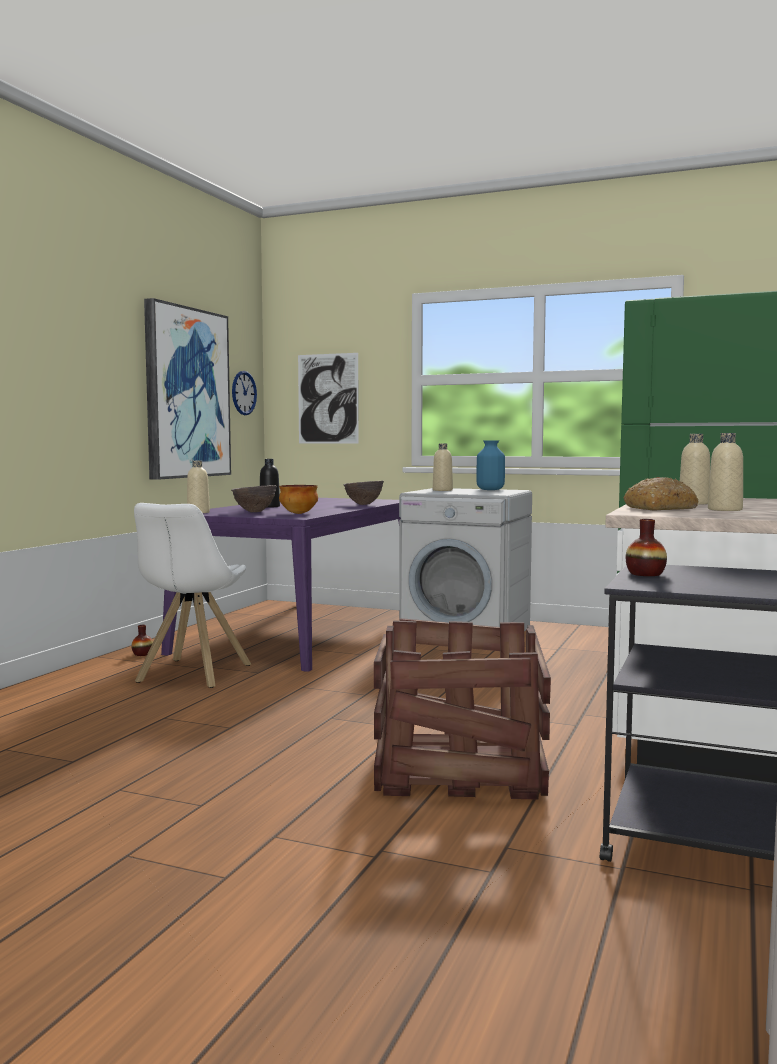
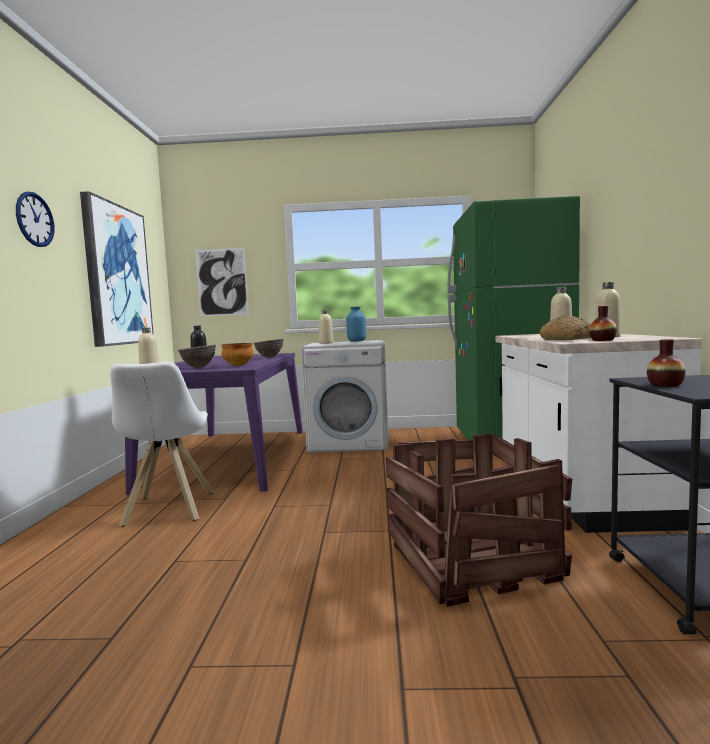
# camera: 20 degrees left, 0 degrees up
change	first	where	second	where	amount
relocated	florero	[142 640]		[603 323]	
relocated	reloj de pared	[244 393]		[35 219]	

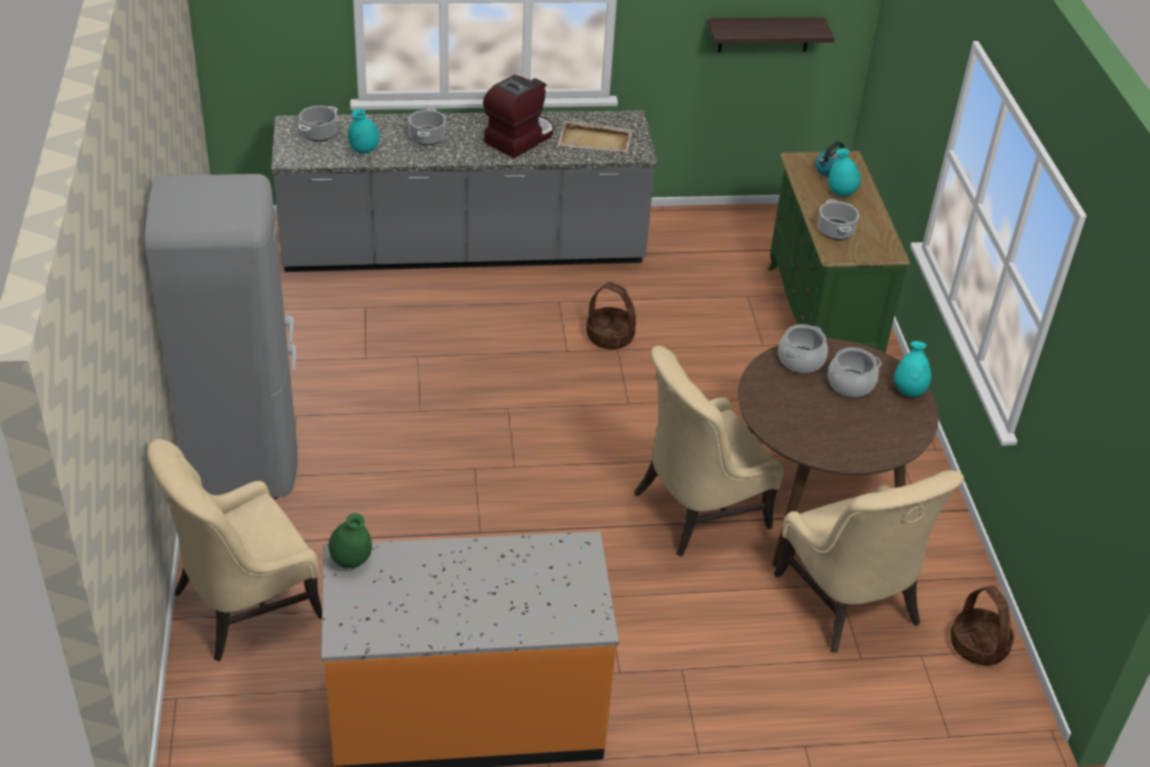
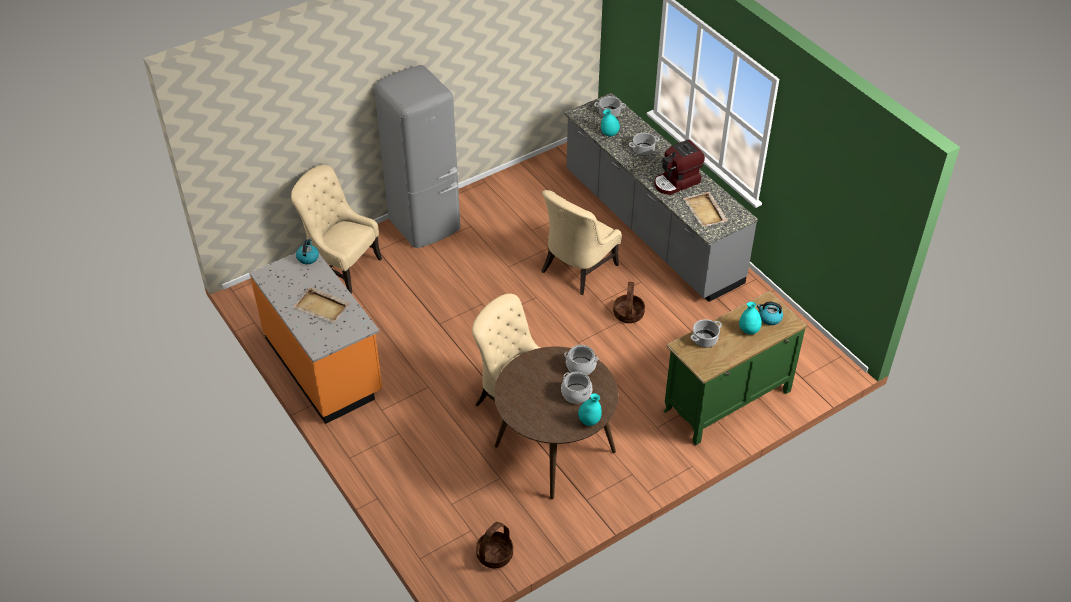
# camera: 65 degrees right, 5 degrees up
change	first	where	second	where	amount
exchanged	florero [verde]	[350 540]	hervidor	[307 251]	
spun	cafetera	[518 116]		[679 167]	135 degrees clockwise
missing	estante	[771 34]			
relocated	silla [beis]	[869 561]		[581 242]	
appeared			bandeja [beis]	[321 305]	

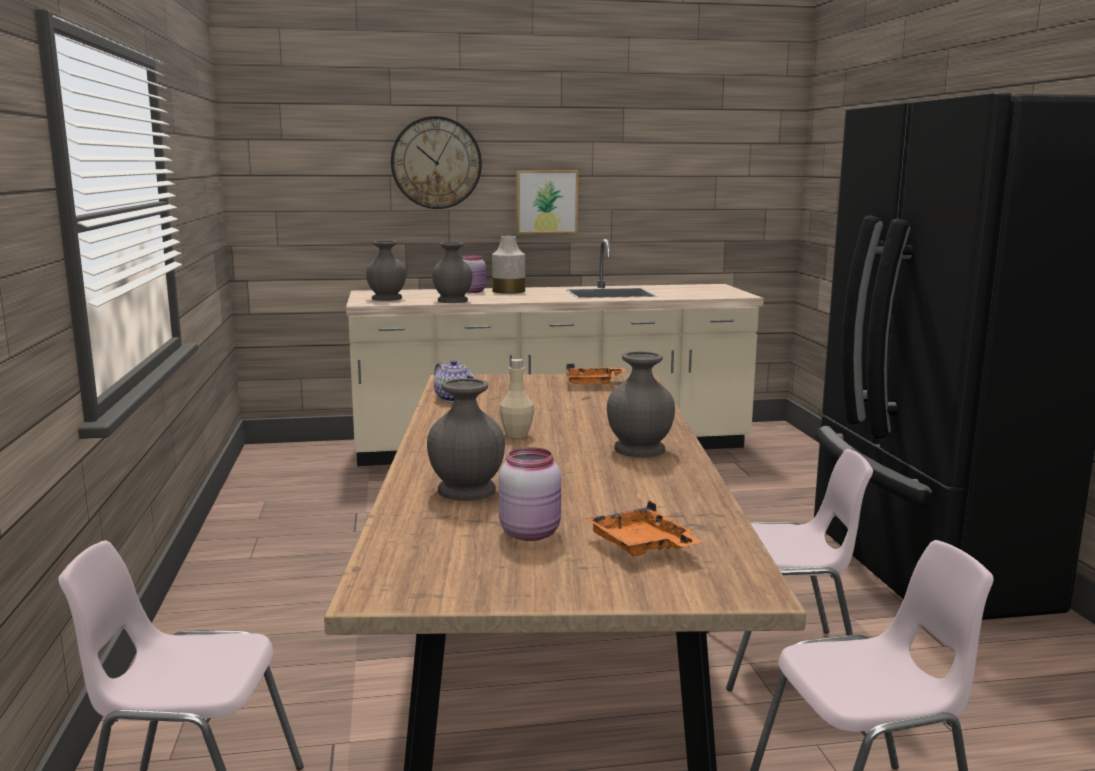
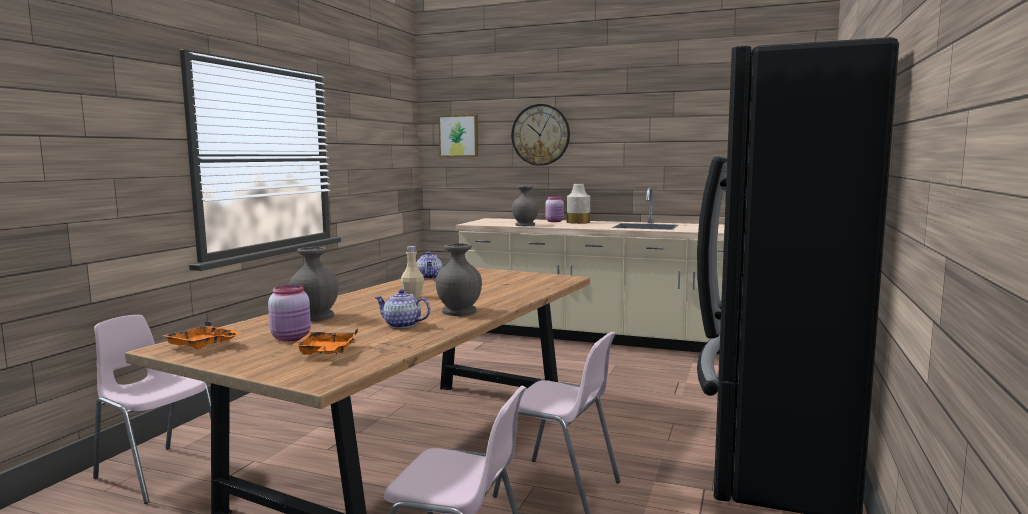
# camera: 30 degrees right, 5 degrees down
change	first	where	second	where	amount
missing	florero [gris]	[386 270]			
relocated	cuadro	[547 202]		[458 136]	
relocated	bandeja [naranja]	[596 374]		[202 335]	
appeared			tetera	[402 308]	

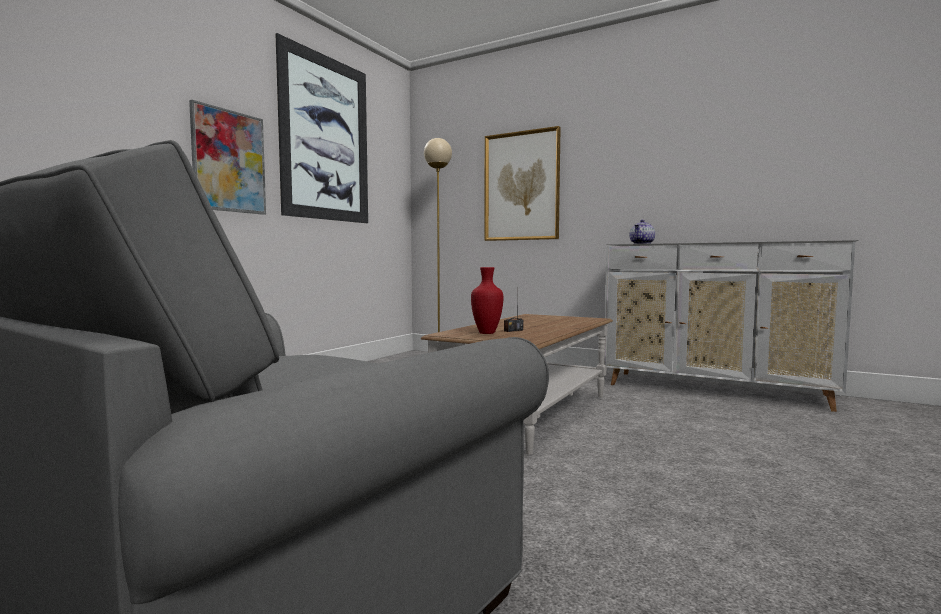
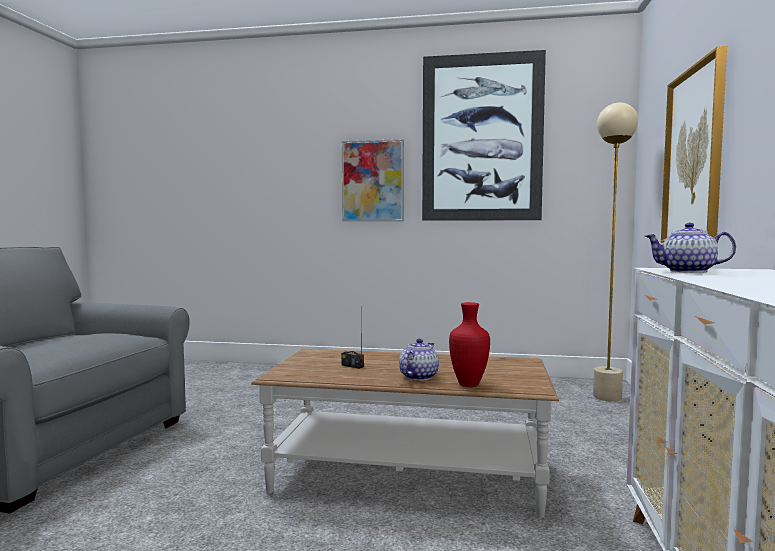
# camera: 70 degrees right, 0 degrees up
change	first	where	second	where	amount
relocated	florero [rojo]	[487 300]		[469 344]	
appeared			tetera	[419 359]	

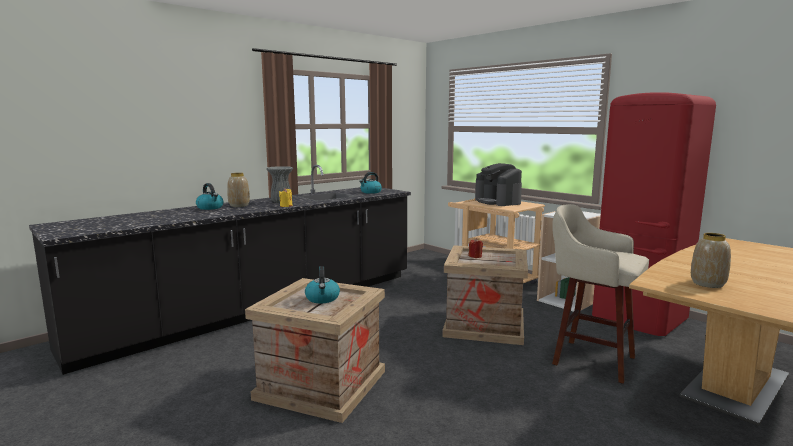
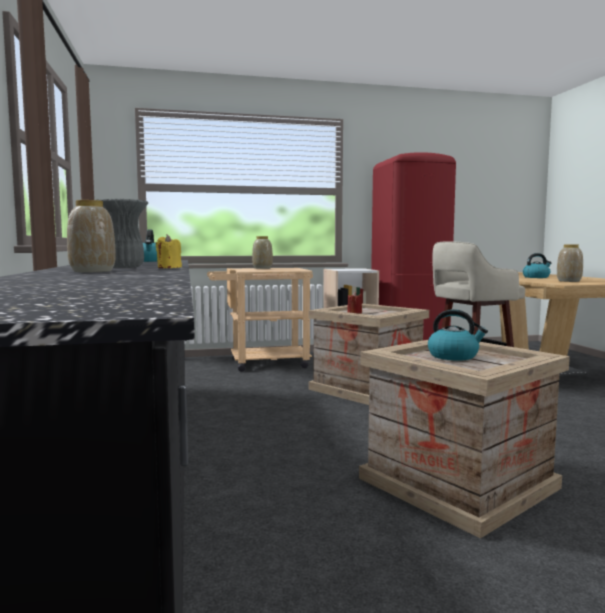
# camera: 60 degrees left, 5 degrees down
change	first	where	second	where	amount
relocated	hervidor	[209 196]		[537 265]	
exchanged	cafetera	[498 184]	florero	[262 252]	

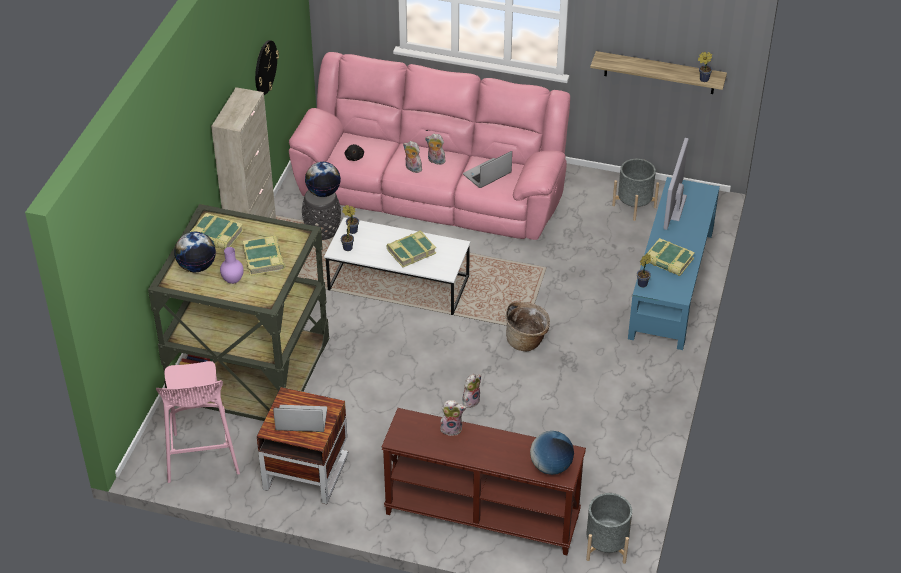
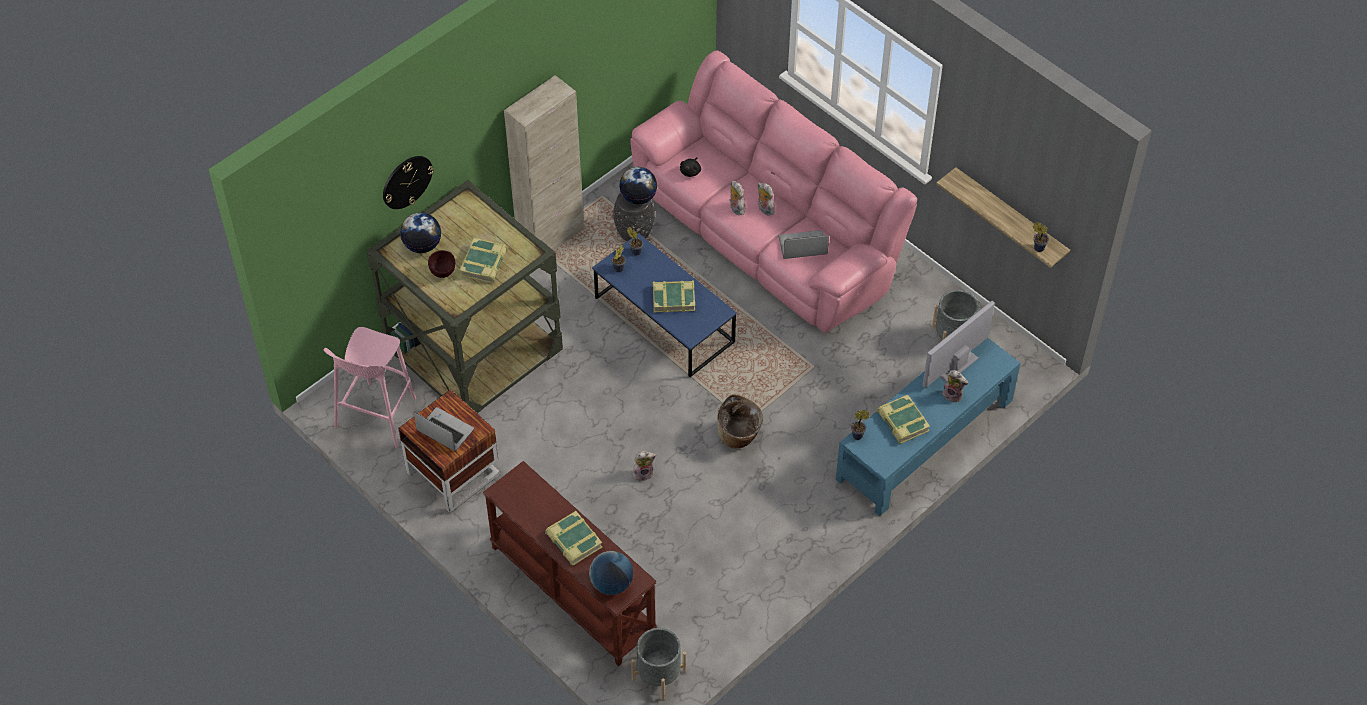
# camera: 30 degrees right, 10 degrees up
change	first	where	second	where	amount
relocated	libro	[217 231]		[574 538]	
exchanged	florero [morado]	[232 265]	cuenco [marrón]	[441 264]	
relocated	reloj de pared	[267 67]		[408 182]	
colour	mesa de centro [blanco]	[397 266]	mesa de centro [azul]	[664 305]	
relocated	peluche	[453 418]		[955 386]	

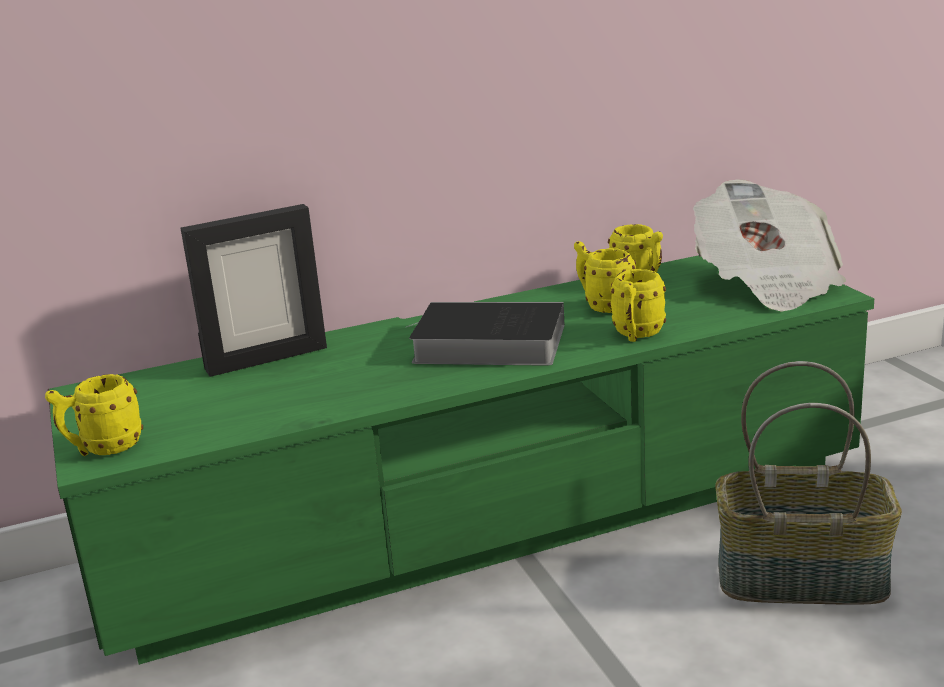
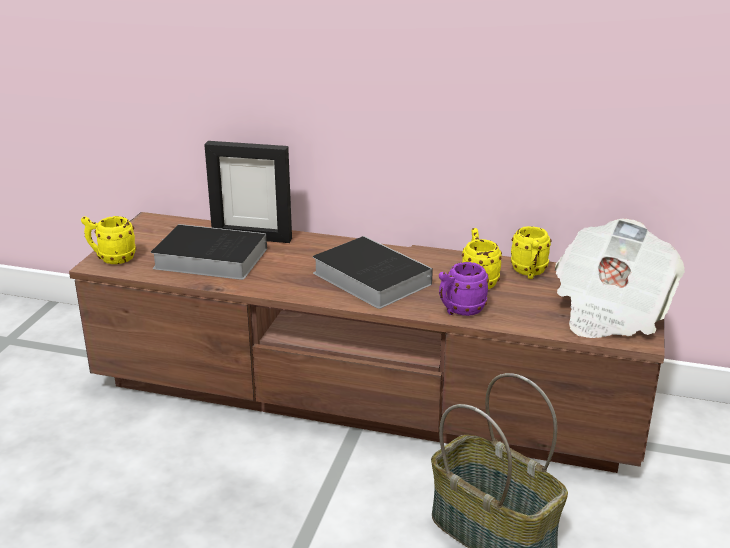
# camera: 35 degrees right, 5 degrees up
change	first	where	second	where	amount
colour	mueble de televisión [verde]	[461 460]	mueble de televisión [marrón]	[367 342]	
colour	taza grande [amarillo]	[638 305]	taza grande [morado]	[464 289]	
appeared			libro	[209 252]	

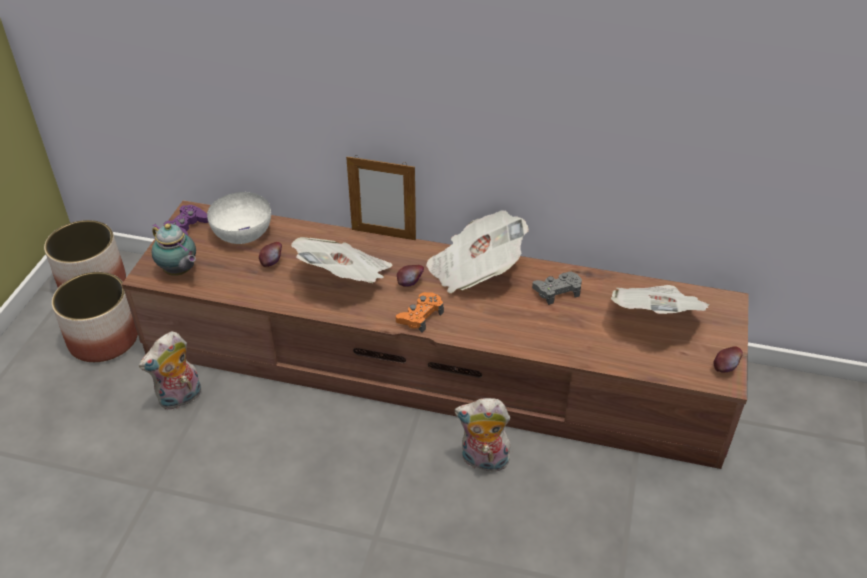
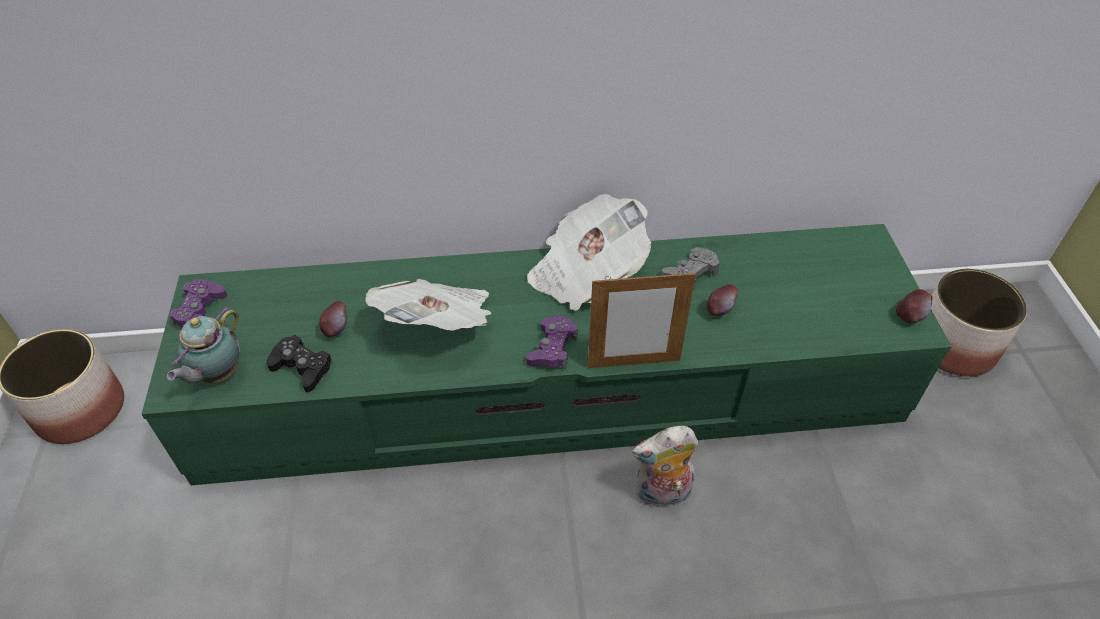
# camera: 20 degrees left, 5 degrees up
change	first	where	second	where	amount
relocated	maceta	[95 317]		[979 323]	
colour	mueble de televisión [marrón]	[435 334]	mueble de televisión [verde]	[546 354]	
missing	peluche	[170 370]			
spun	tetera	[173 249]		[203 344]	90 degrees clockwise
missing	cuenco [blanco]	[239 218]			
relocated	portarretratos	[381 197]		[642 319]	
colour	mando de consola [naranja]	[420 312]	mando de consola [morado]	[552 343]	
relocated	manzana	[410 276]		[722 300]	
missing	periódico	[660 299]			
appeared			mando de consola [negro]	[300 363]	

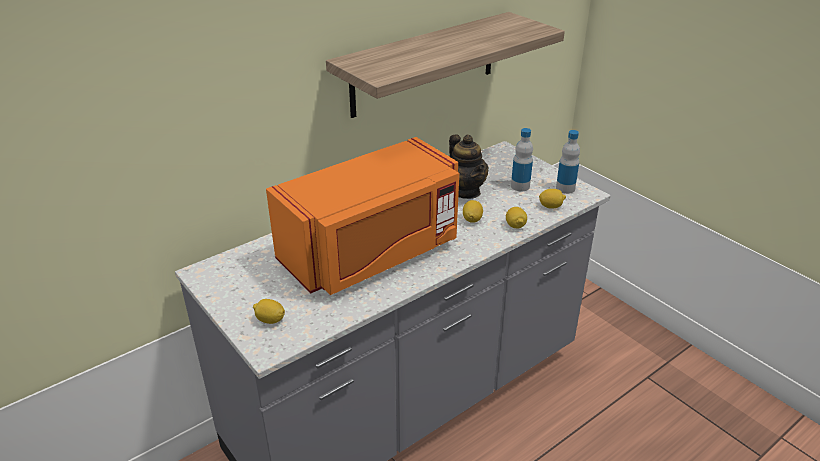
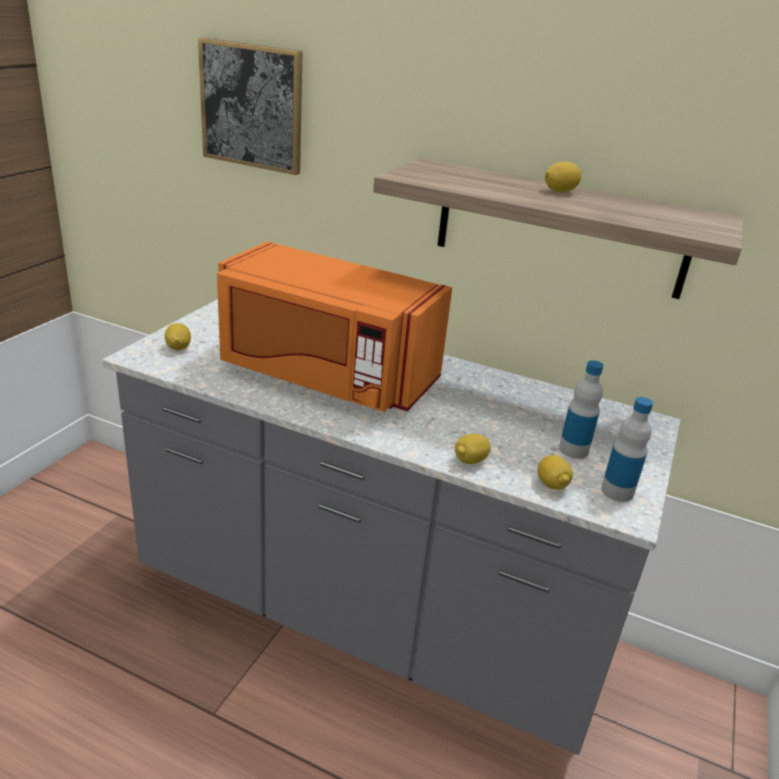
# camera: 60 degrees right, 5 degrees down
change	first	where	second	where	amount
missing	tetera	[469 167]			
relocated	limón	[473 211]		[563 177]	
appeared			cuadro	[250 106]	

